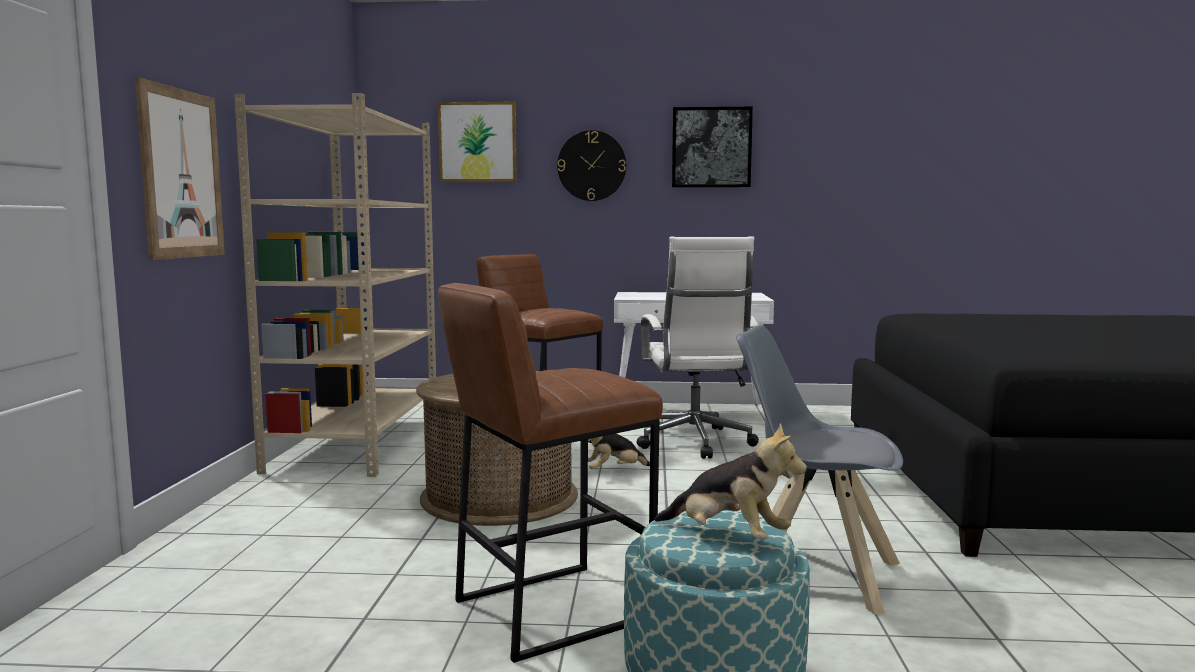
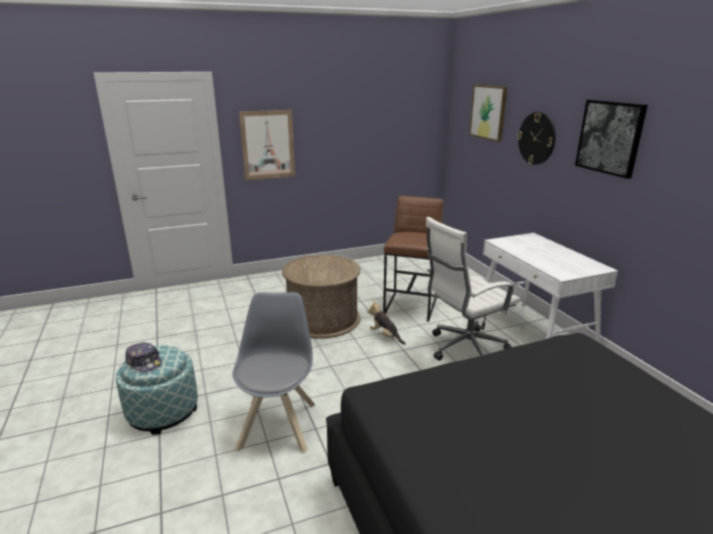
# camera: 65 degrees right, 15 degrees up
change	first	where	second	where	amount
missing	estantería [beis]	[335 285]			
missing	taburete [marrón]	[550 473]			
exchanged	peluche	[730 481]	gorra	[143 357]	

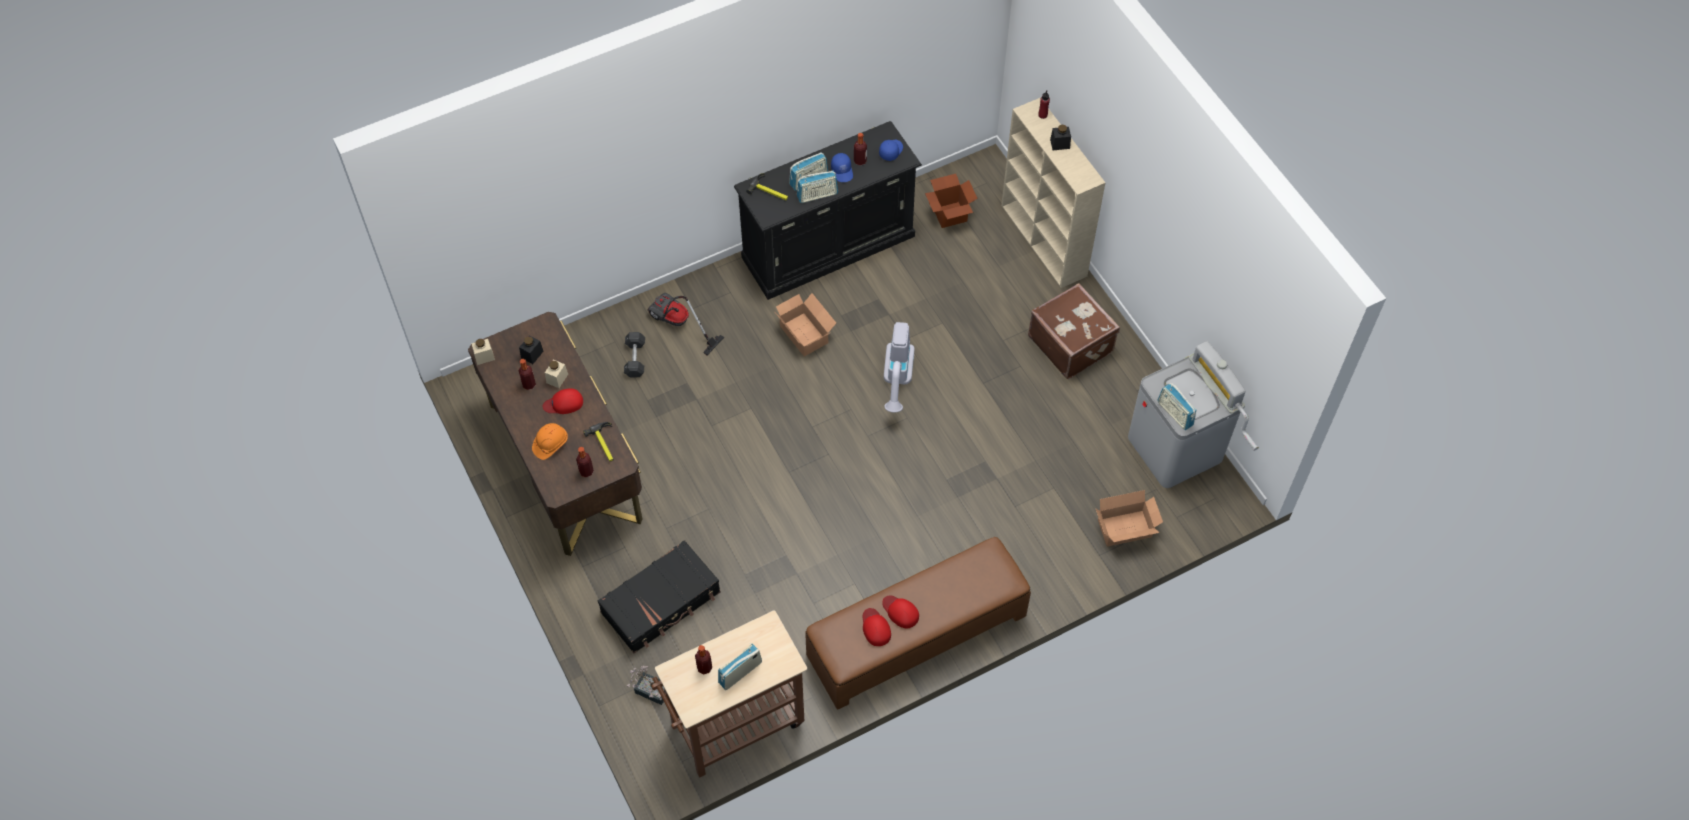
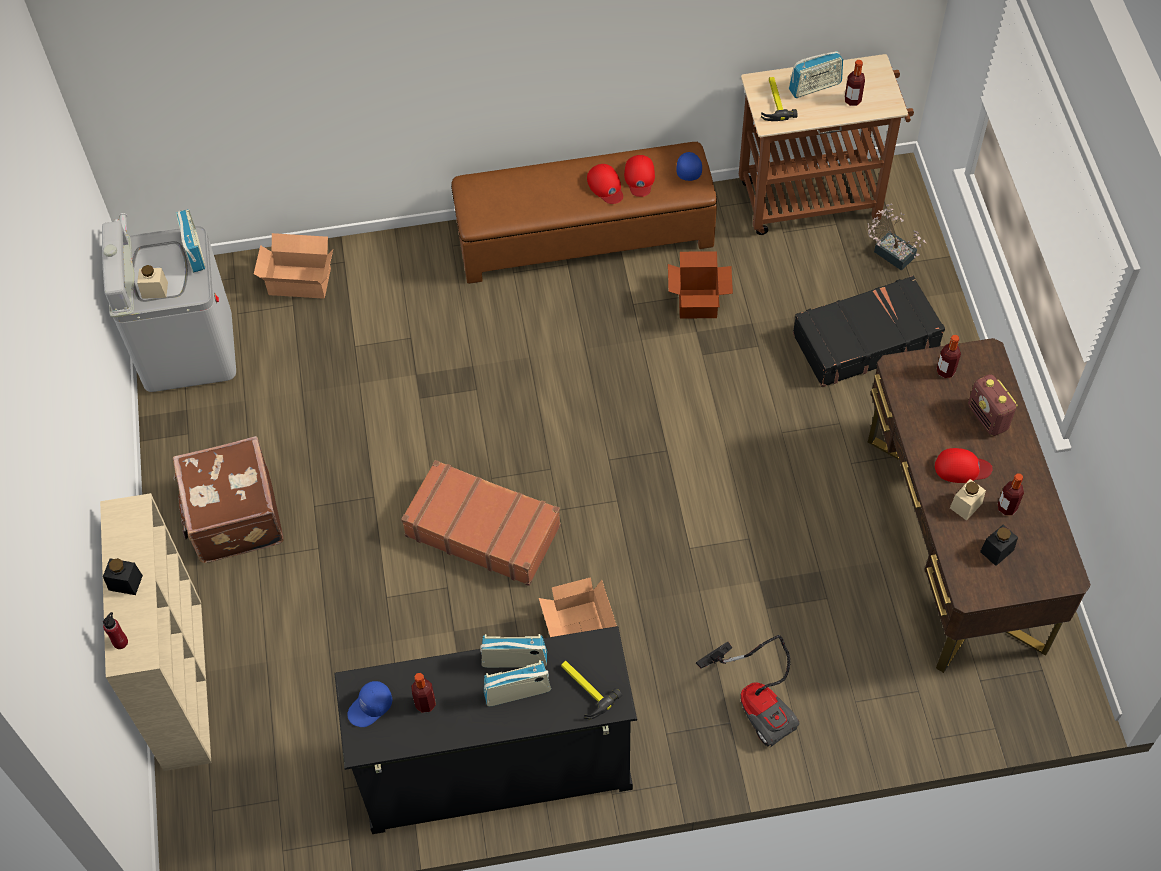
# camera: 160 degrees left, 0 degrees up
change	first	where	second	where	amount
relocated	tarro [beis]	[483 352]		[152 282]	
exchanged	casco [naranja]	[550 441]	radio	[993 405]	
relocated	martillo	[598 442]		[779 99]	
missing	mancuerna [gris]	[634 355]			
relocated	gorra [azul]	[842 167]		[689 166]	
exchanged	aspiradora	[899 367]	maleta [marrón]	[481 523]	
relocated	caja de cartón	[951 201]		[700 285]	

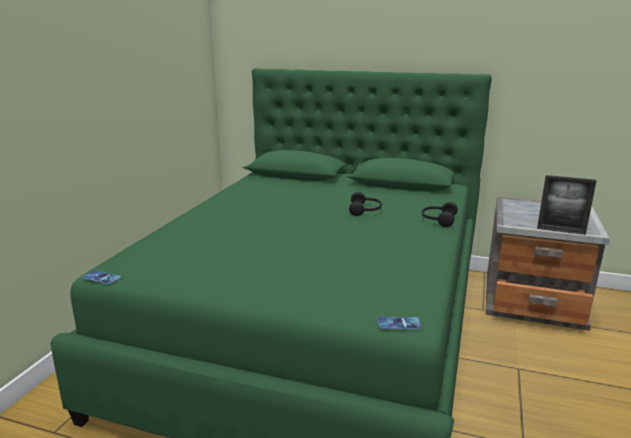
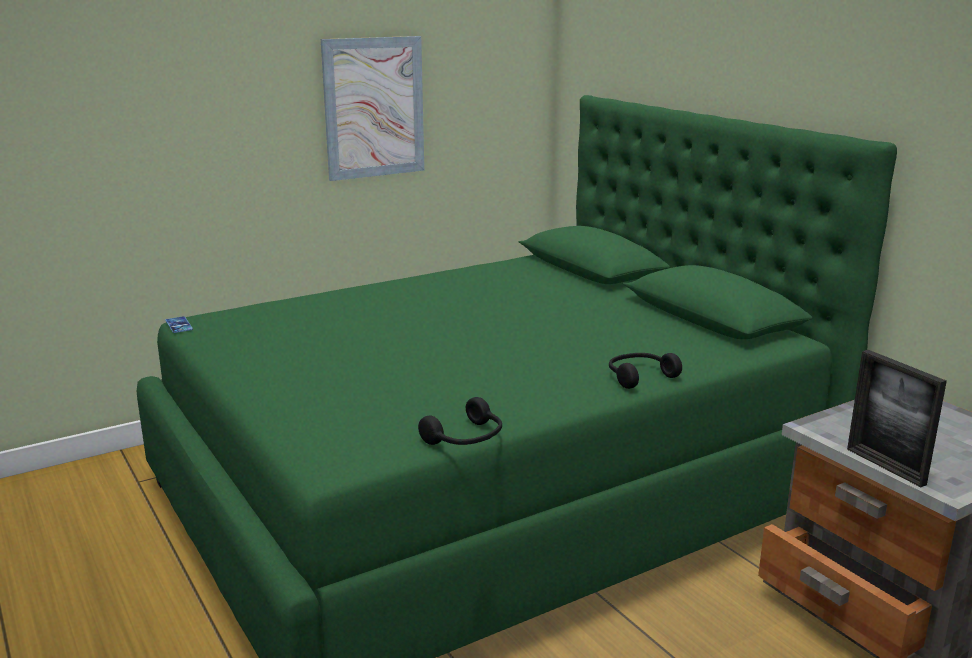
# camera: 40 degrees right, 0 degrees up
change	first	where	second	where	amount
relocated	auriculares [negro]	[365 204]		[460 421]	
missing	móvil	[399 323]			
appeared			cuadro	[372 108]	

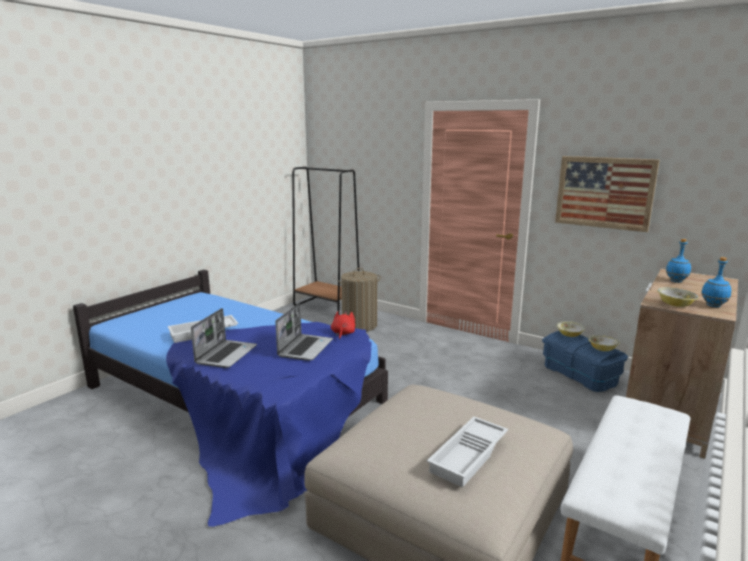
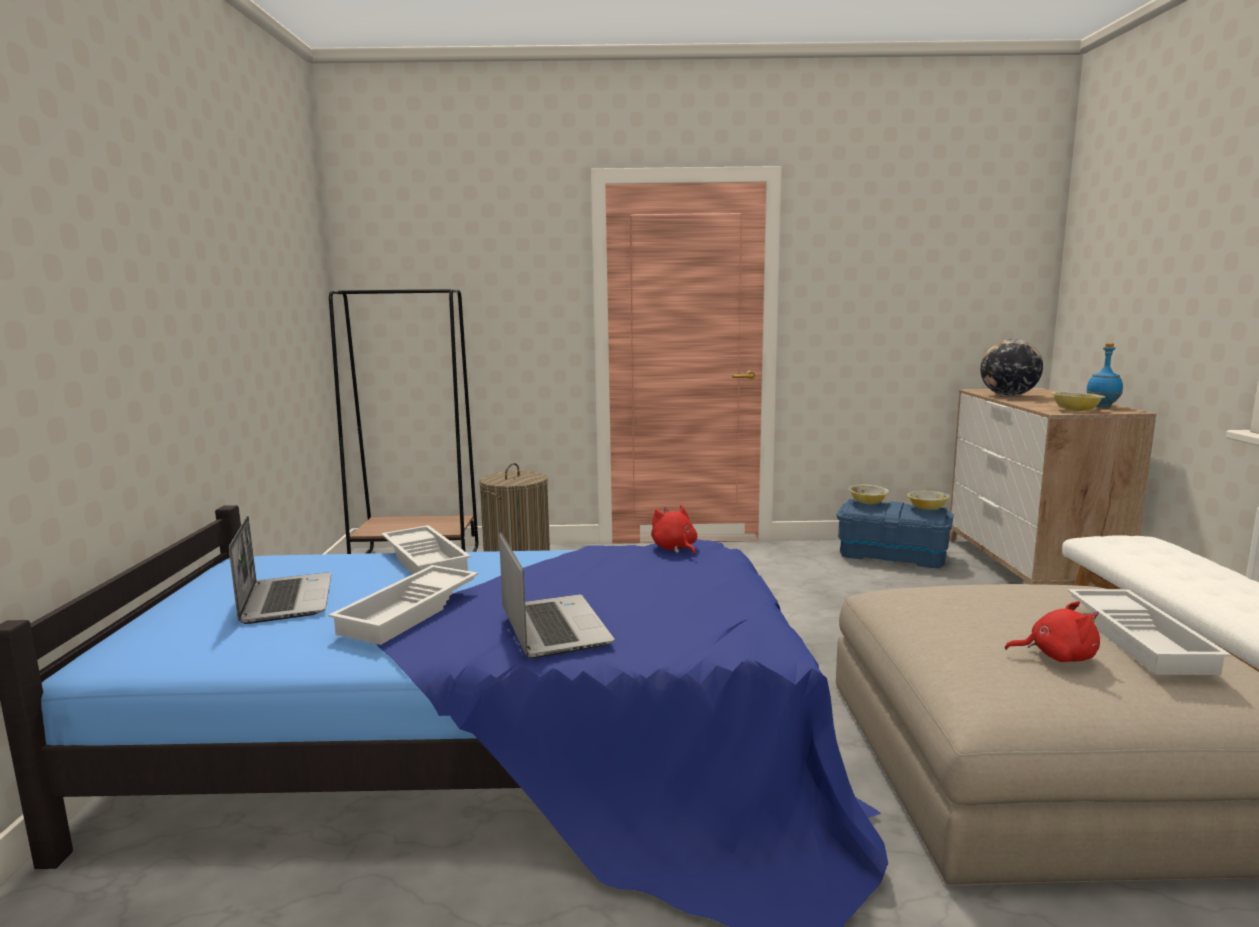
# camera: 35 degrees left, 5 degrees down
change	first	where	second	where	amount
relocated	portátil	[304 332]		[280 570]	
missing	cuadro	[607 194]			
exchanged	botella [azul]	[678 261]	globo terráqueo	[1011 367]	
appeared			bandeja [blanco]	[426 549]	
appeared			peluche [rojo]	[1052 631]	

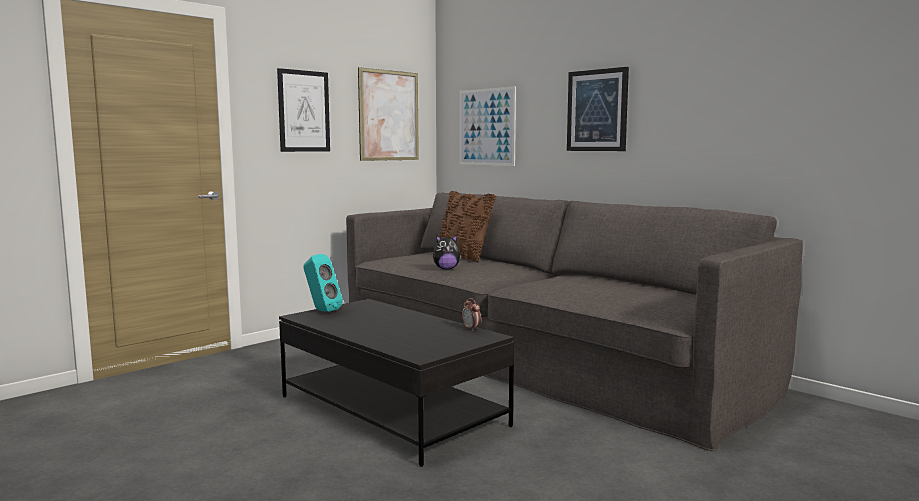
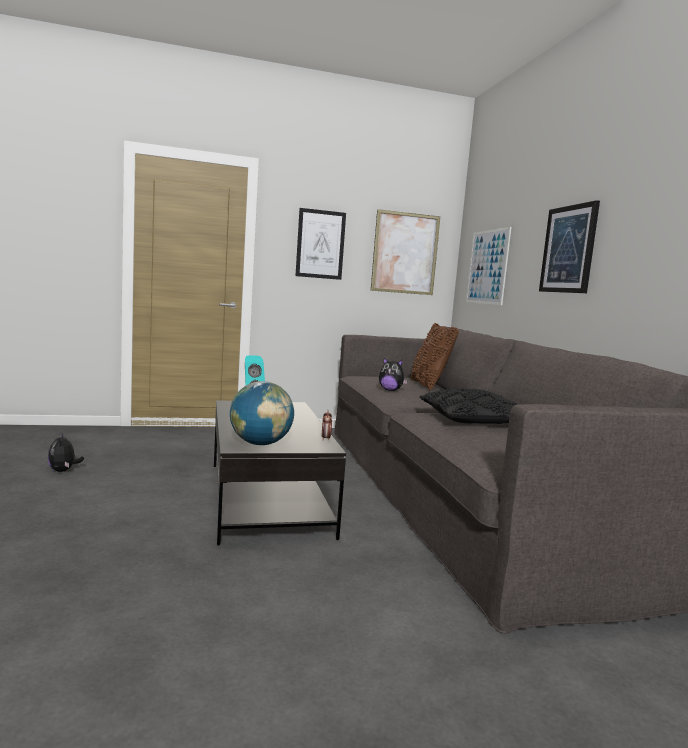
# camera: 30 degrees right, 0 degrees up
change	first	where	second	where	amount
appeared			peluche	[66 452]	
appeared			globo terráqueo	[262 413]	
appeared			cojín [negro]	[468 405]	

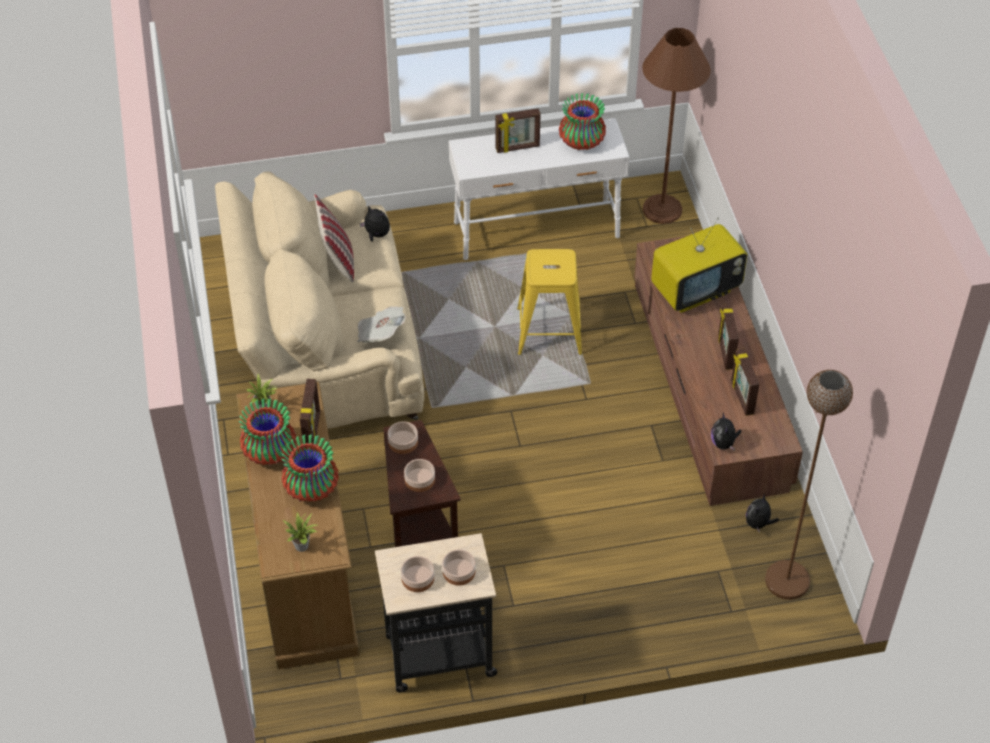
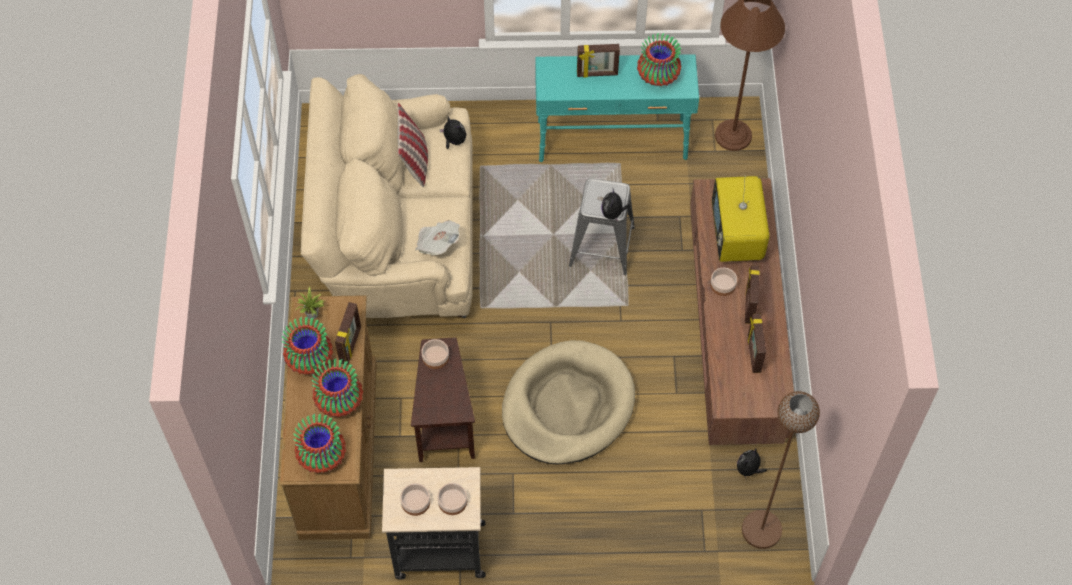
# camera: 10 degrees right, 10 degrees up
change	first	where	second	where	amount
exchanged	planta en maceta	[300 531]	florero	[319 443]	
relocated	cuenco	[419 475]		[723 282]	
colour	mesa consola [blanco]	[539 189]	mesa consola [turquesa]	[617 108]	
colour	taburete [amarillo]	[549 302]	taburete [gris]	[602 226]	
spun	televisor	[699 265]		[741 218]	105 degrees clockwise
relocated	peluche	[726 432]		[615 204]	
appeared			cama para perro [beis]	[568 402]	

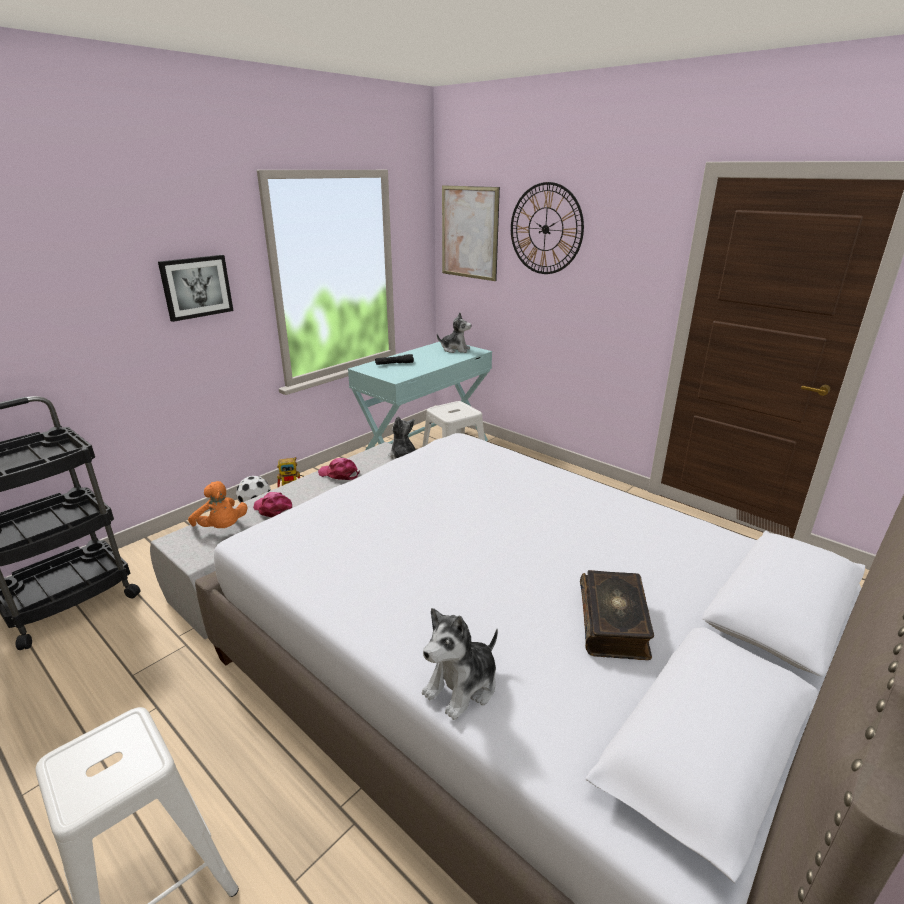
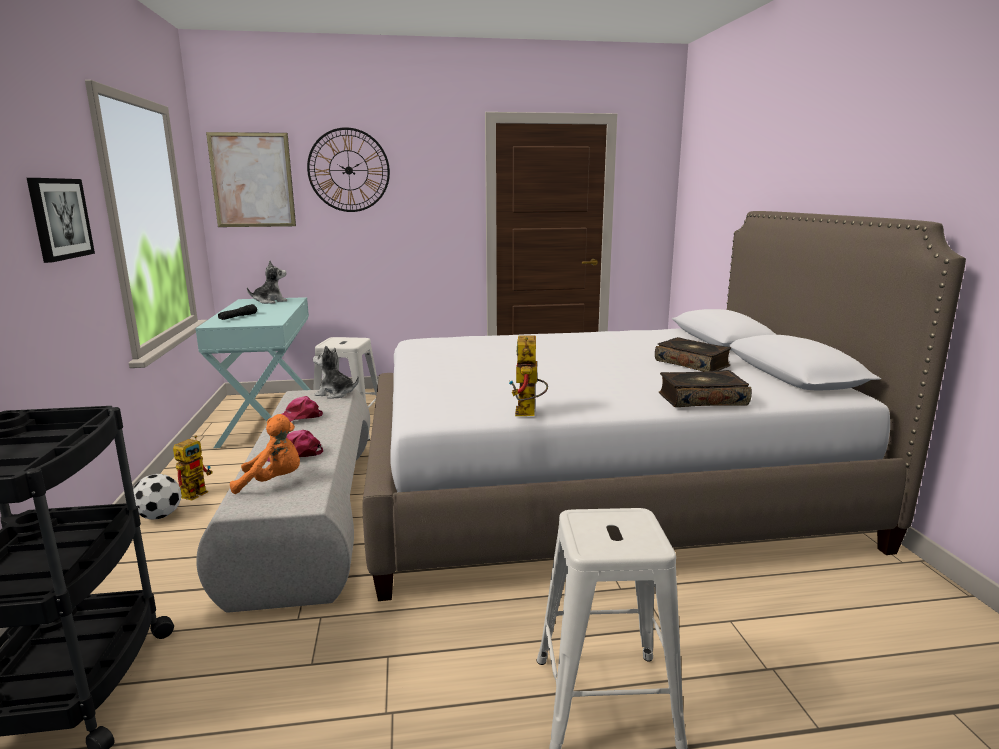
# camera: 50 degrees left, 10 degrees down
change	first	where	second	where	amount
exchanged	peluche	[460 664]	libro	[705 388]	
appeared			robot de juguete	[528 375]	

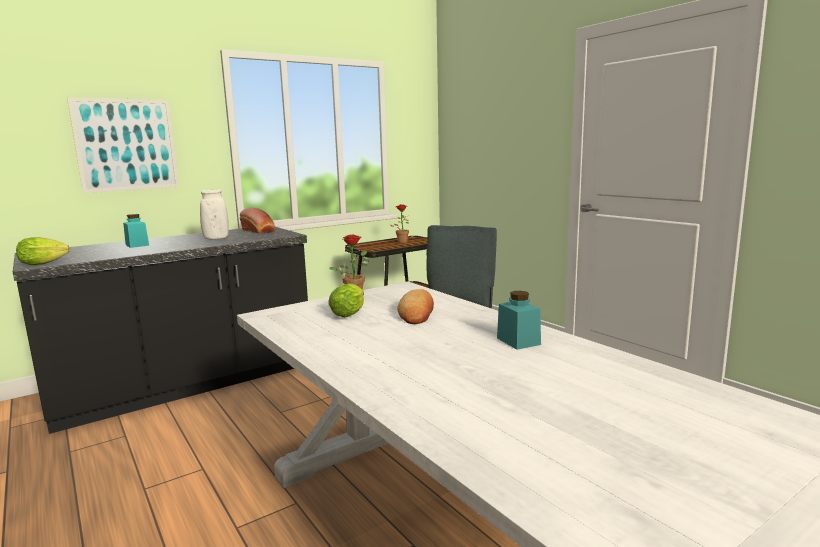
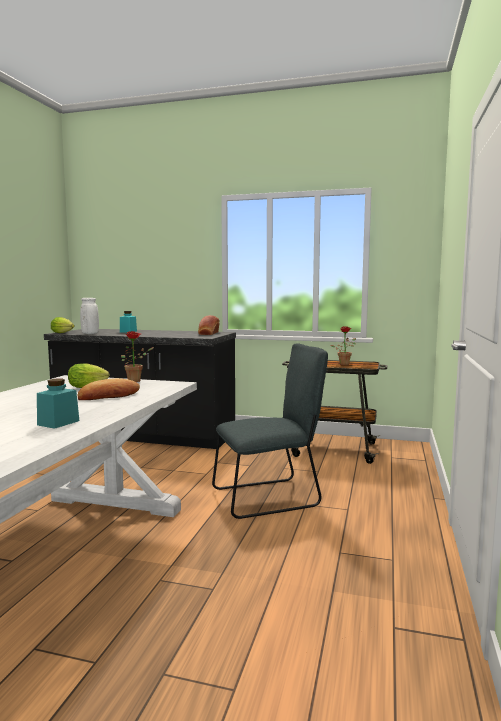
# camera: 50 degrees right, 5 degrees down
change	first	where	second	where	amount
missing	cuadro	[123 145]			
relocated	florero [blanco]	[214 214]		[89 316]	

